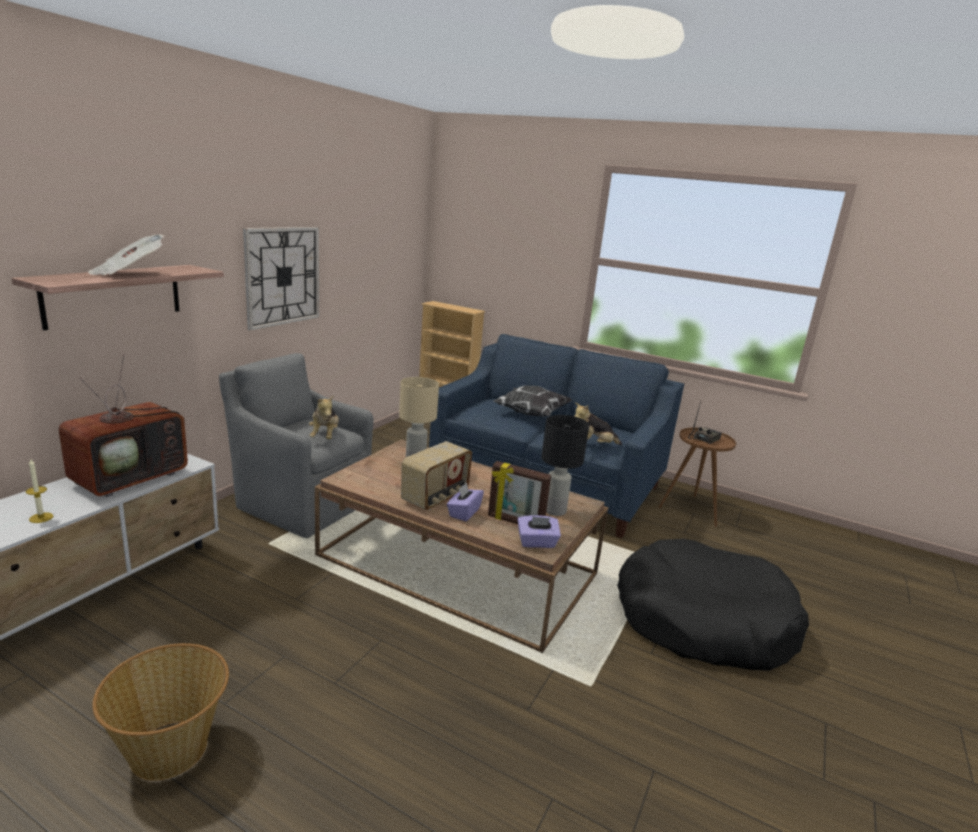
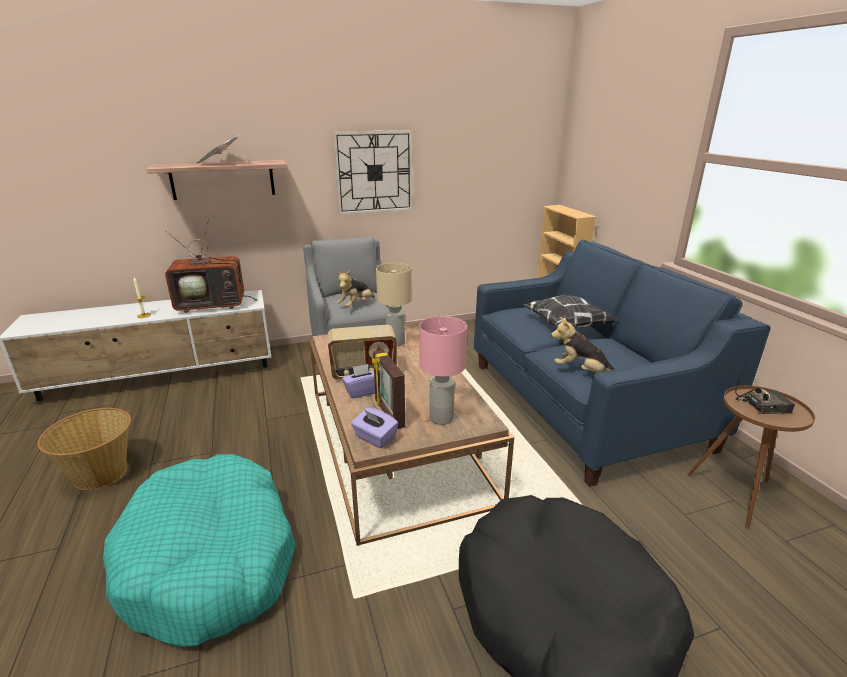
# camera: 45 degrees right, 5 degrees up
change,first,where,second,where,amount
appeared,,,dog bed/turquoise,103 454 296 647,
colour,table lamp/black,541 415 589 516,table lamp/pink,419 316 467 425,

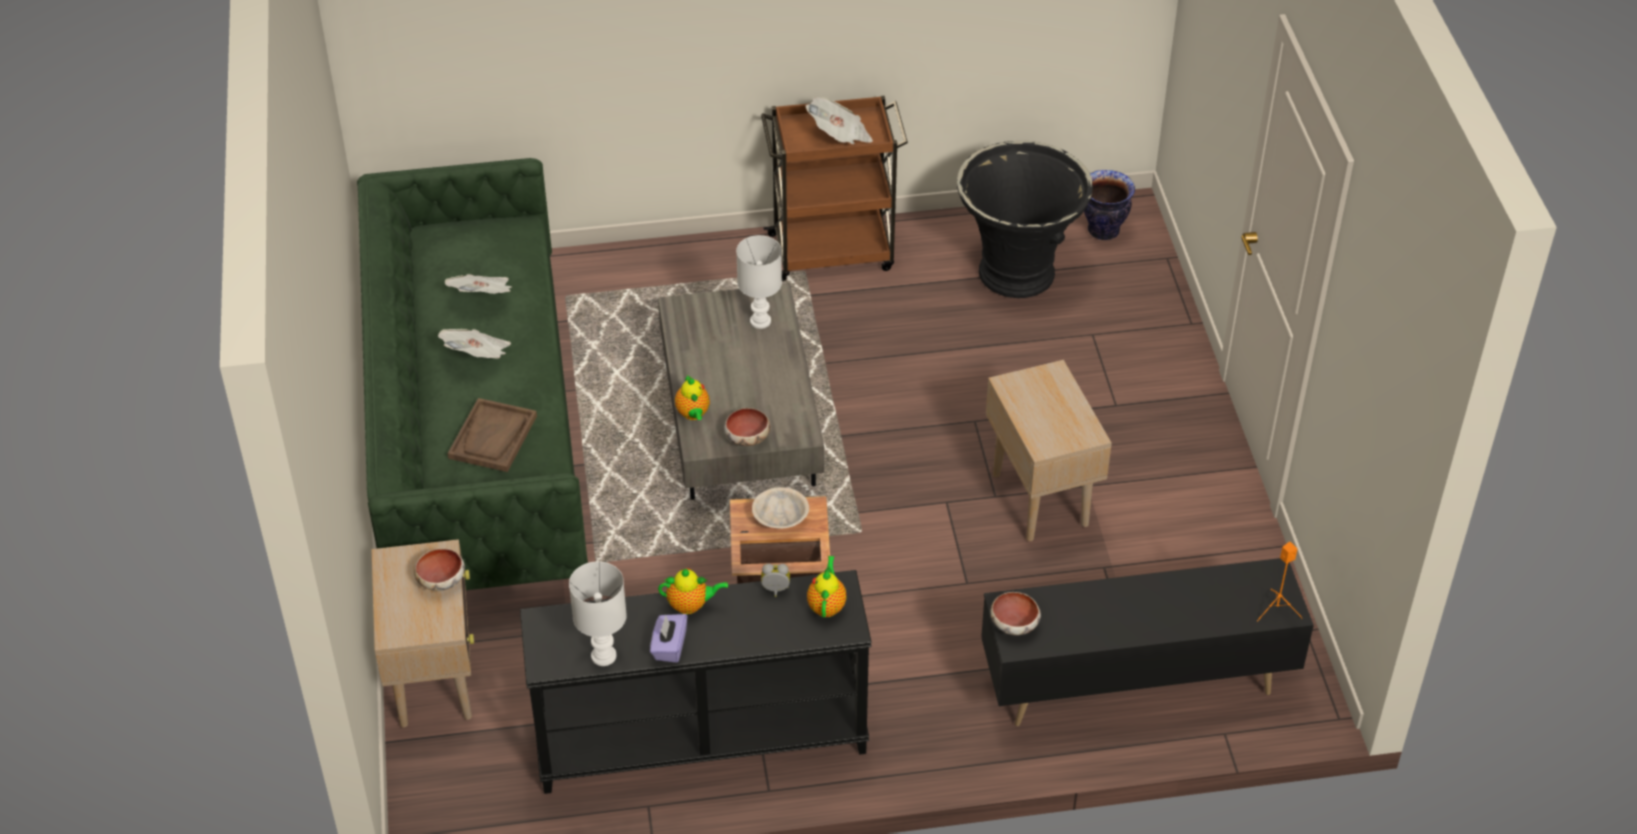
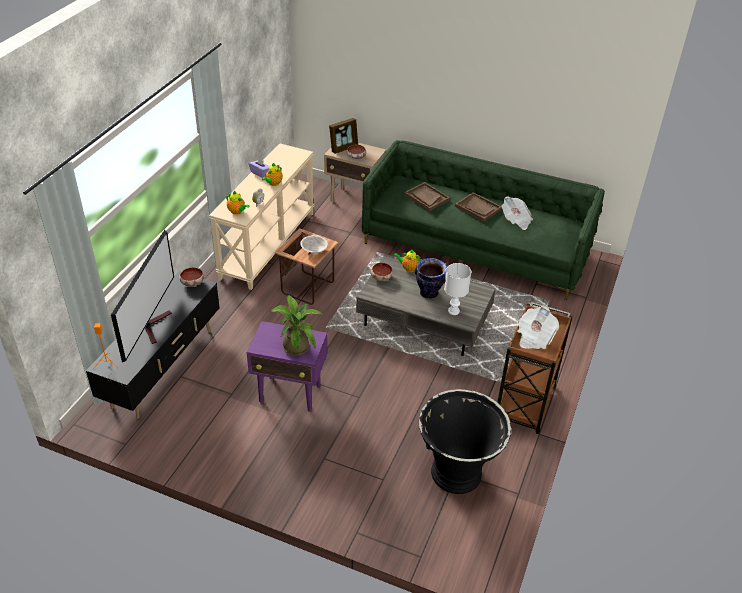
# camera: 120 degrees right, 5 degrees down
change,first,where,second,where,amount
missing,table lamp/white,569 561 627 666,,,
appeared,,,television,111 230 174 362,
appeared,,,potted plant,269 295 323 356,
appeared,,,picture frame,329 118 358 154,
relocated,vase,1084 170 1135 240,,415 258 447 299,
exchanged,newspaper,438 329 511 359,tray/brown,455 192 502 222,
colour,console table/black,520 570 872 794,console table/beige,209 143 314 290,
colour,side table/beige,986 360 1112 541,side table/purple,247 321 327 412,

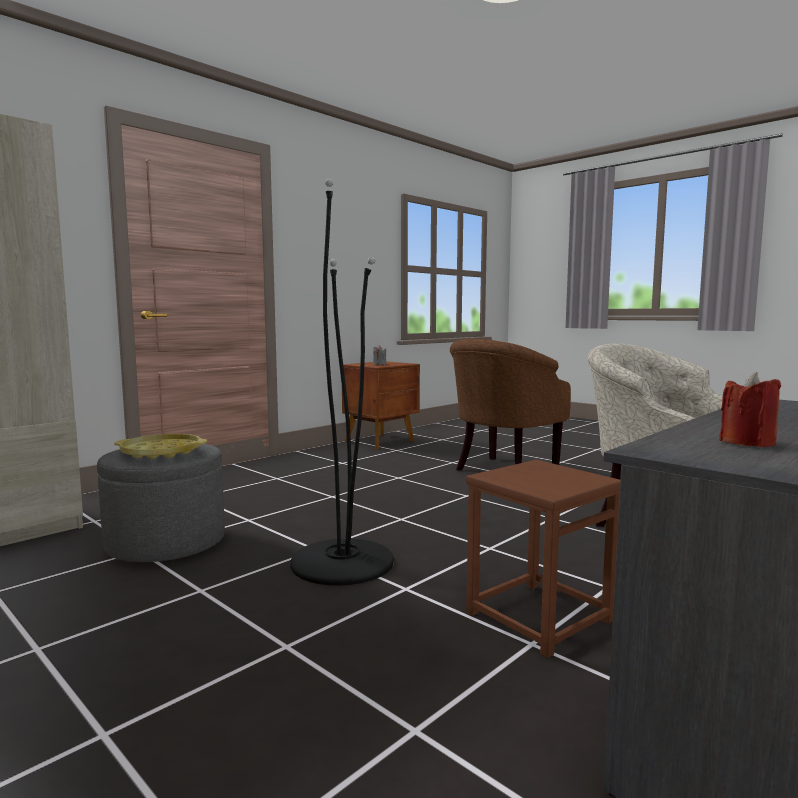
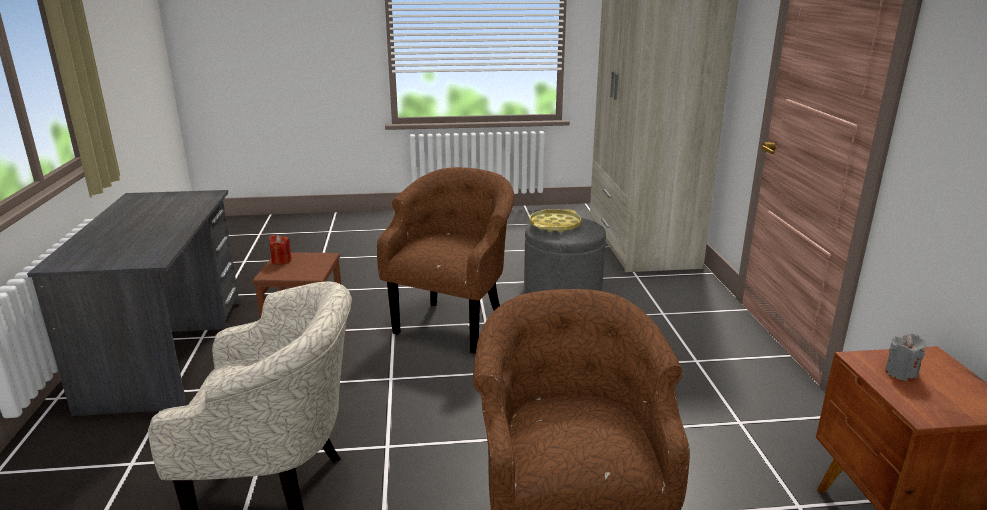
# camera: 130 degrees right, 15 degrees up
change,first,where,second,where,amount
relocated,candle/red,719 372 781 447,,269 235 291 265,
exchanged,floor lamp/black,290 178 394 585,armchair/brown,377 167 514 354,

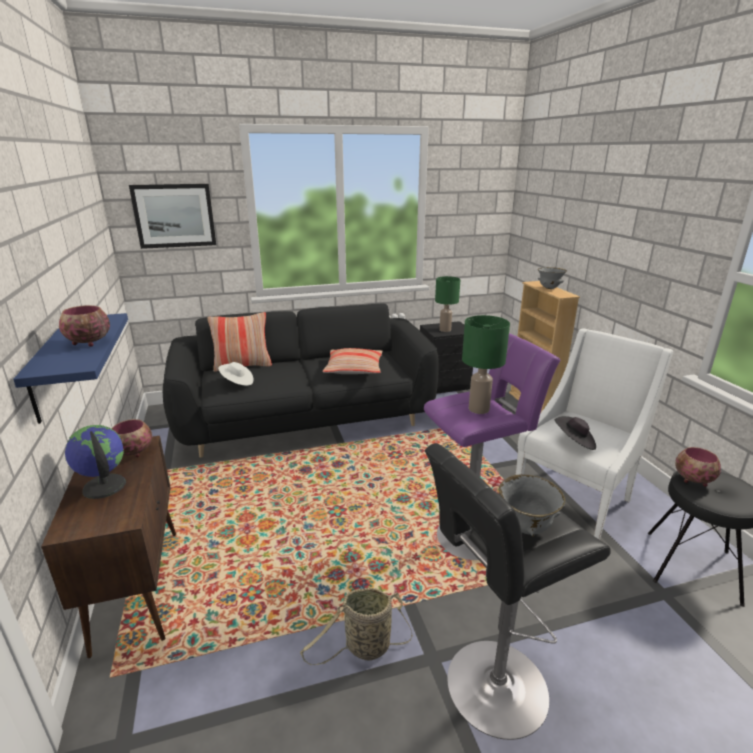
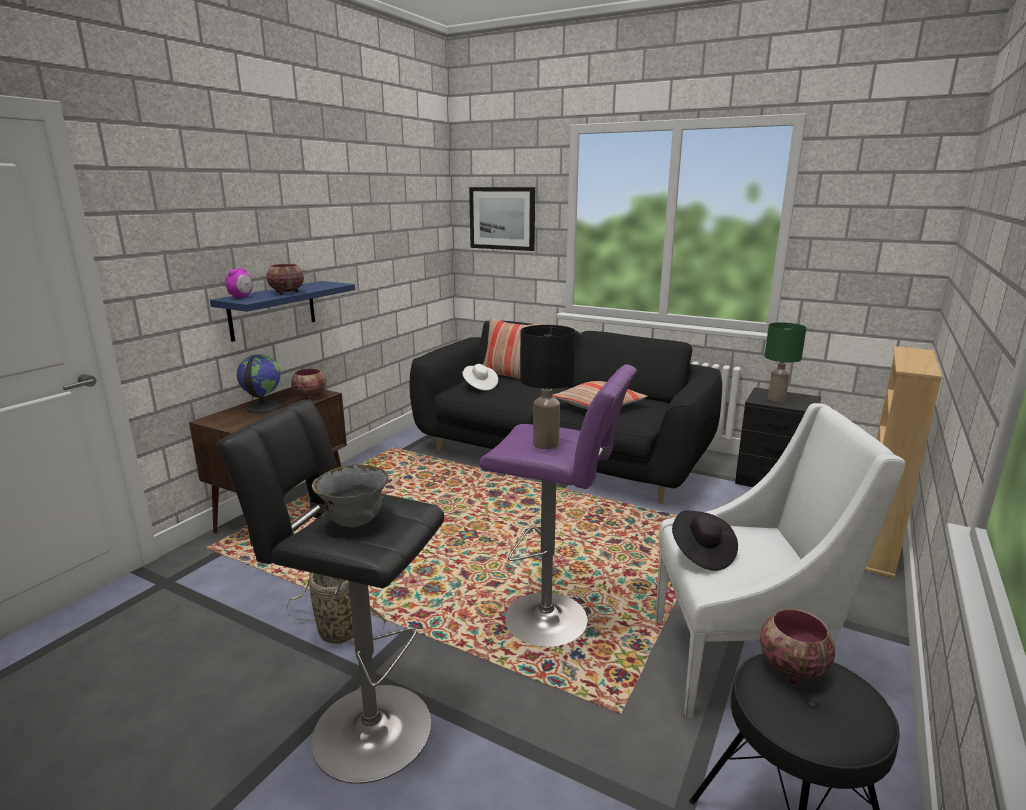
# camera: 45 degrees right, 5 degrees down
change,first,where,second,where,amount
missing,bowl/grey,538 267 567 289,,,
appeared,,,alarm clock,225 268 253 298,
colour,table lamp/green,462 315 510 414,table lamp/black,520 325 576 449,

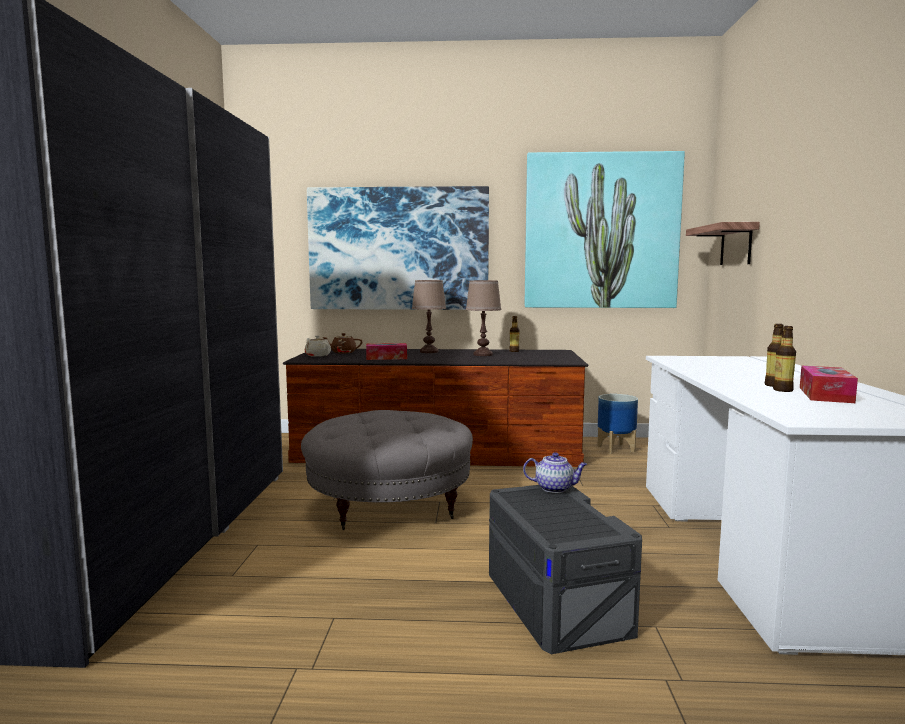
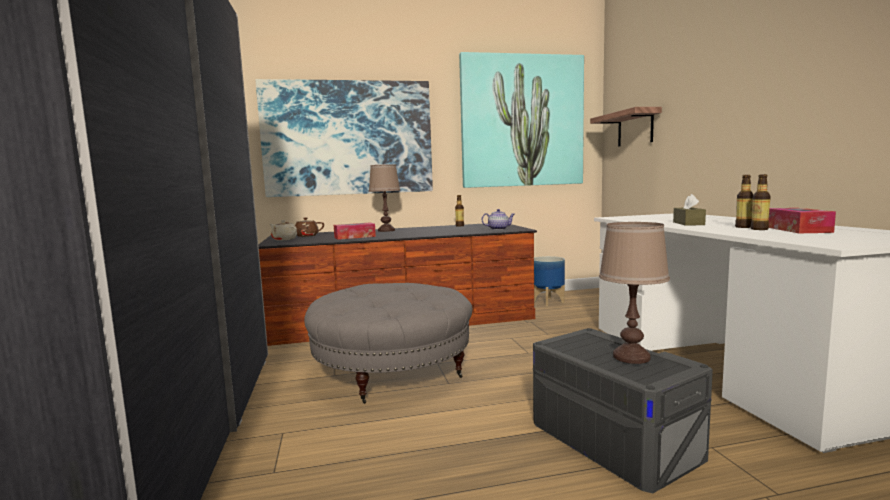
# camera: 15 degrees left, 0 degrees up
change,first,where,second,where,amount
appeared,,,tissue box/brown,673 194 706 226,
relocated,table lamp/brown,466 280 501 356,,599 222 670 364,
relocated,teapot,523 452 587 493,,482 209 514 230,

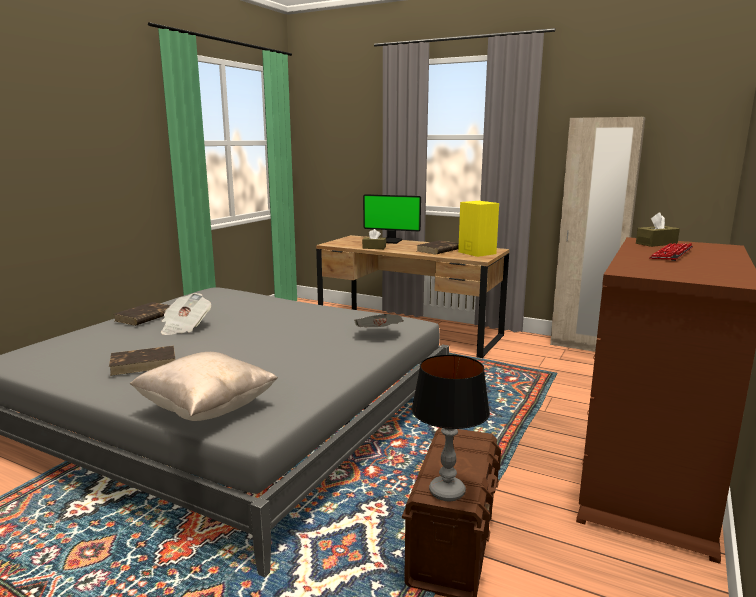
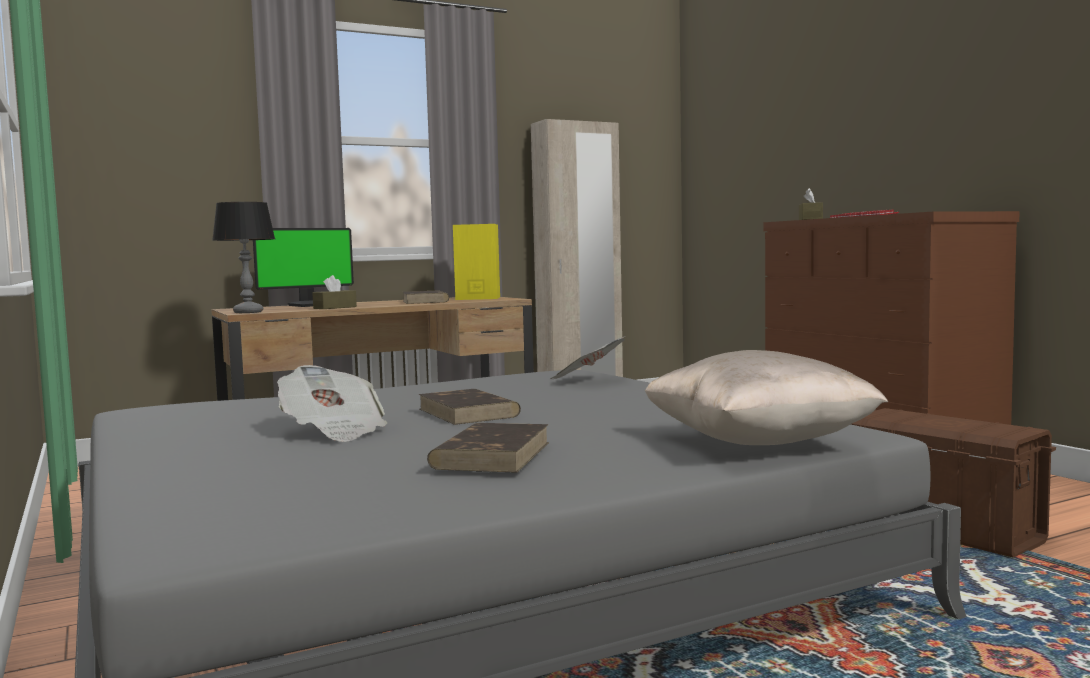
# camera: 55 degrees left, 10 degrees down
change,first,where,second,where,amount
relocated,book/brown,114 302 170 326,,418 389 521 425,
relocated,table lamp,411 355 490 501,,213 202 275 313,

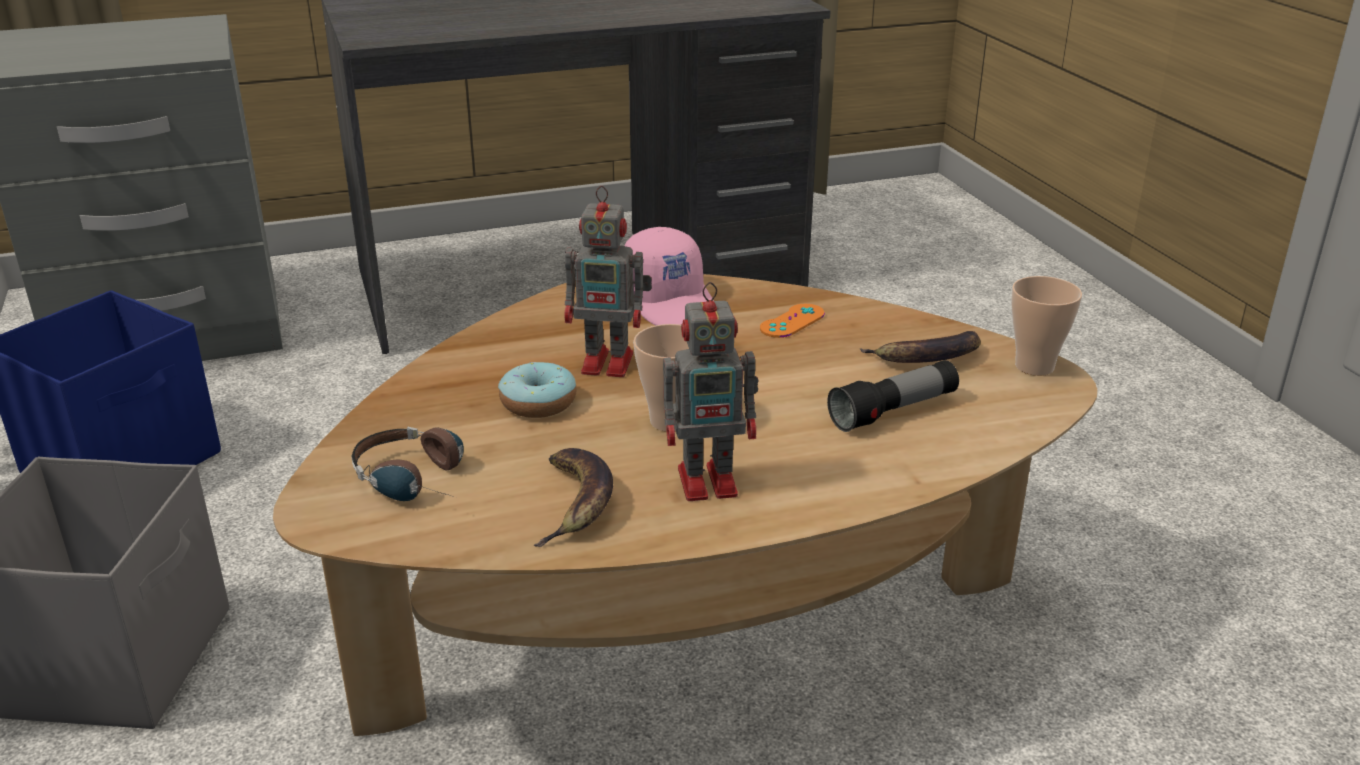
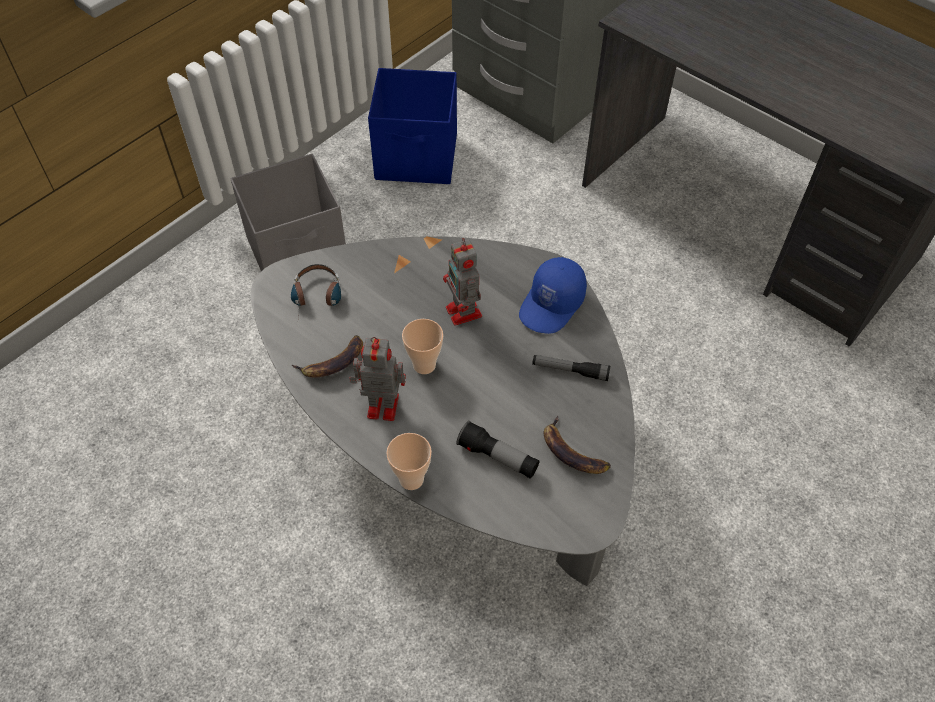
# camera: 60 degrees right, 25 degrees up
change,first,where,second,where,amount
missing,donut,498 362 577 418,,,
relocated,cup,1011 276 1082 376,,386 433 432 490,
exchanged,game controller/orange,760 304 825 338,flashlight,532 355 610 381,
colour,coffee table/brown,273 274 1097 736,coffee table/grey,251 236 635 586,
colour,cap/pink,624 227 714 325,cap/blue,519 257 587 334,
spun,toy robot,663 282 759 501,,349 337 406 421,135 degrees clockwise

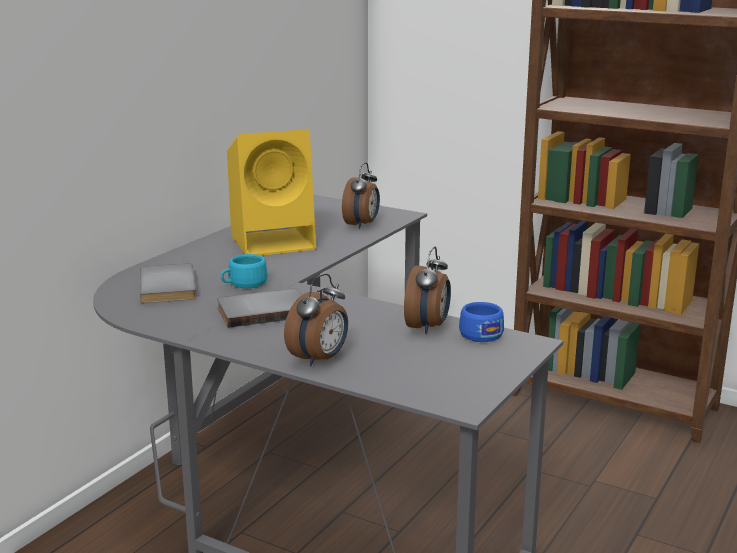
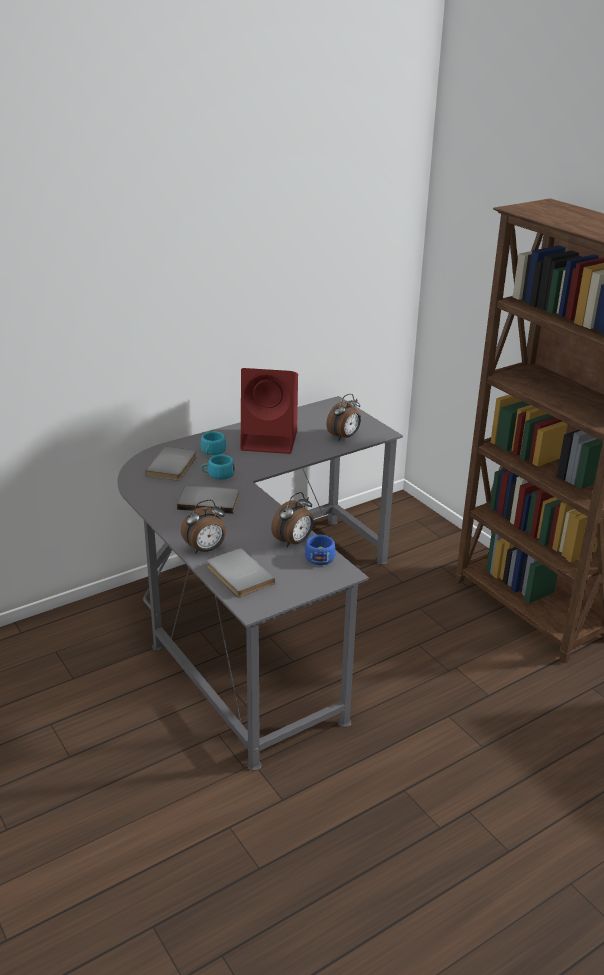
# camera: 25 degrees right, 10 degrees up
change,first,where,second,where,amount
appeared,,,cup/turquoise,201 431 226 455,
appeared,,,book/grey,207 548 275 598,
colour,speaker/yellow,227 129 316 256,speaker/red,241 368 298 454,

